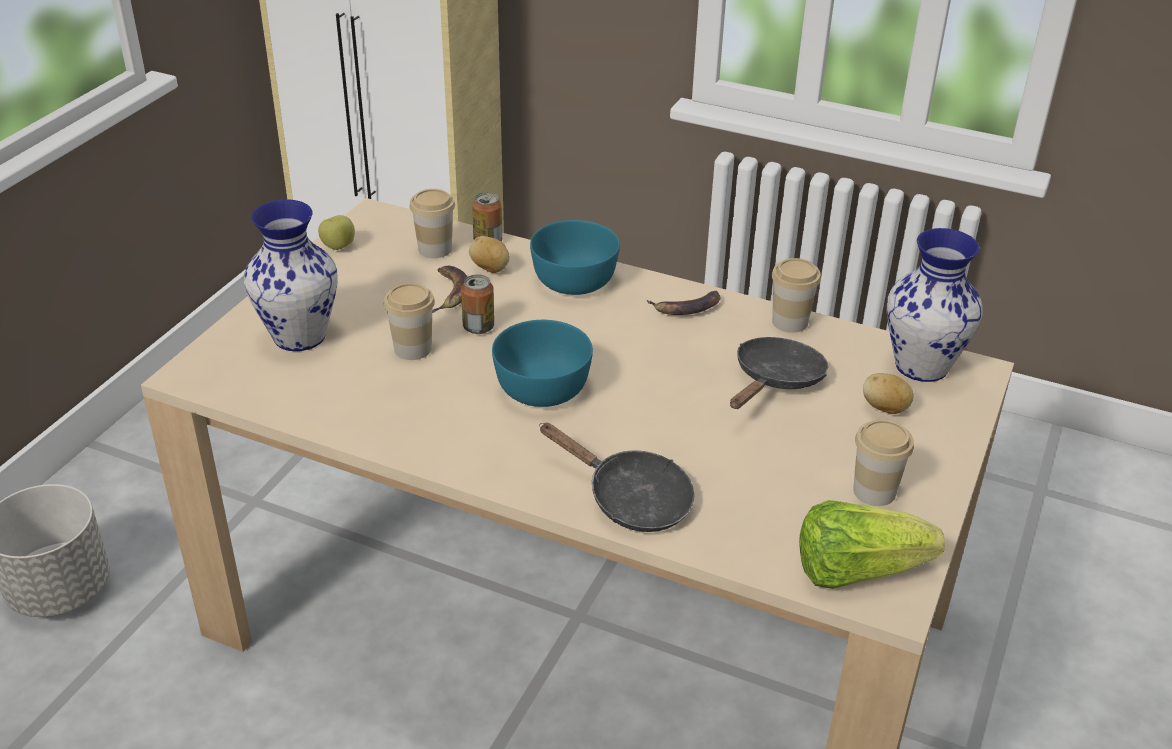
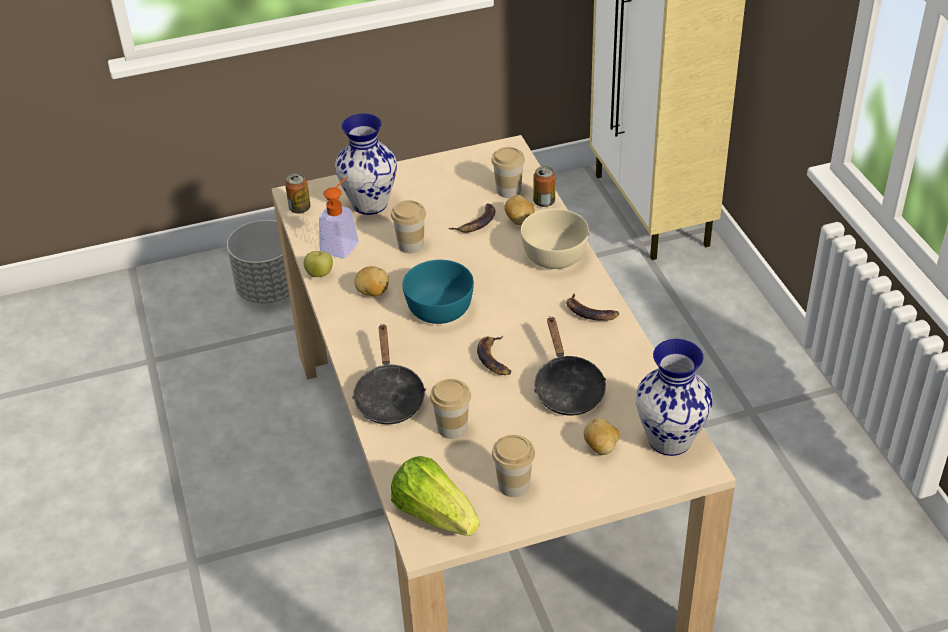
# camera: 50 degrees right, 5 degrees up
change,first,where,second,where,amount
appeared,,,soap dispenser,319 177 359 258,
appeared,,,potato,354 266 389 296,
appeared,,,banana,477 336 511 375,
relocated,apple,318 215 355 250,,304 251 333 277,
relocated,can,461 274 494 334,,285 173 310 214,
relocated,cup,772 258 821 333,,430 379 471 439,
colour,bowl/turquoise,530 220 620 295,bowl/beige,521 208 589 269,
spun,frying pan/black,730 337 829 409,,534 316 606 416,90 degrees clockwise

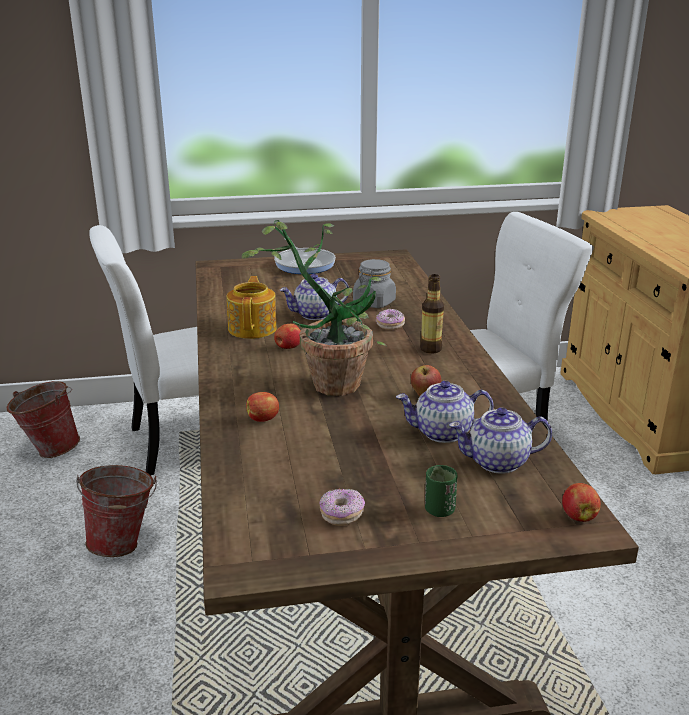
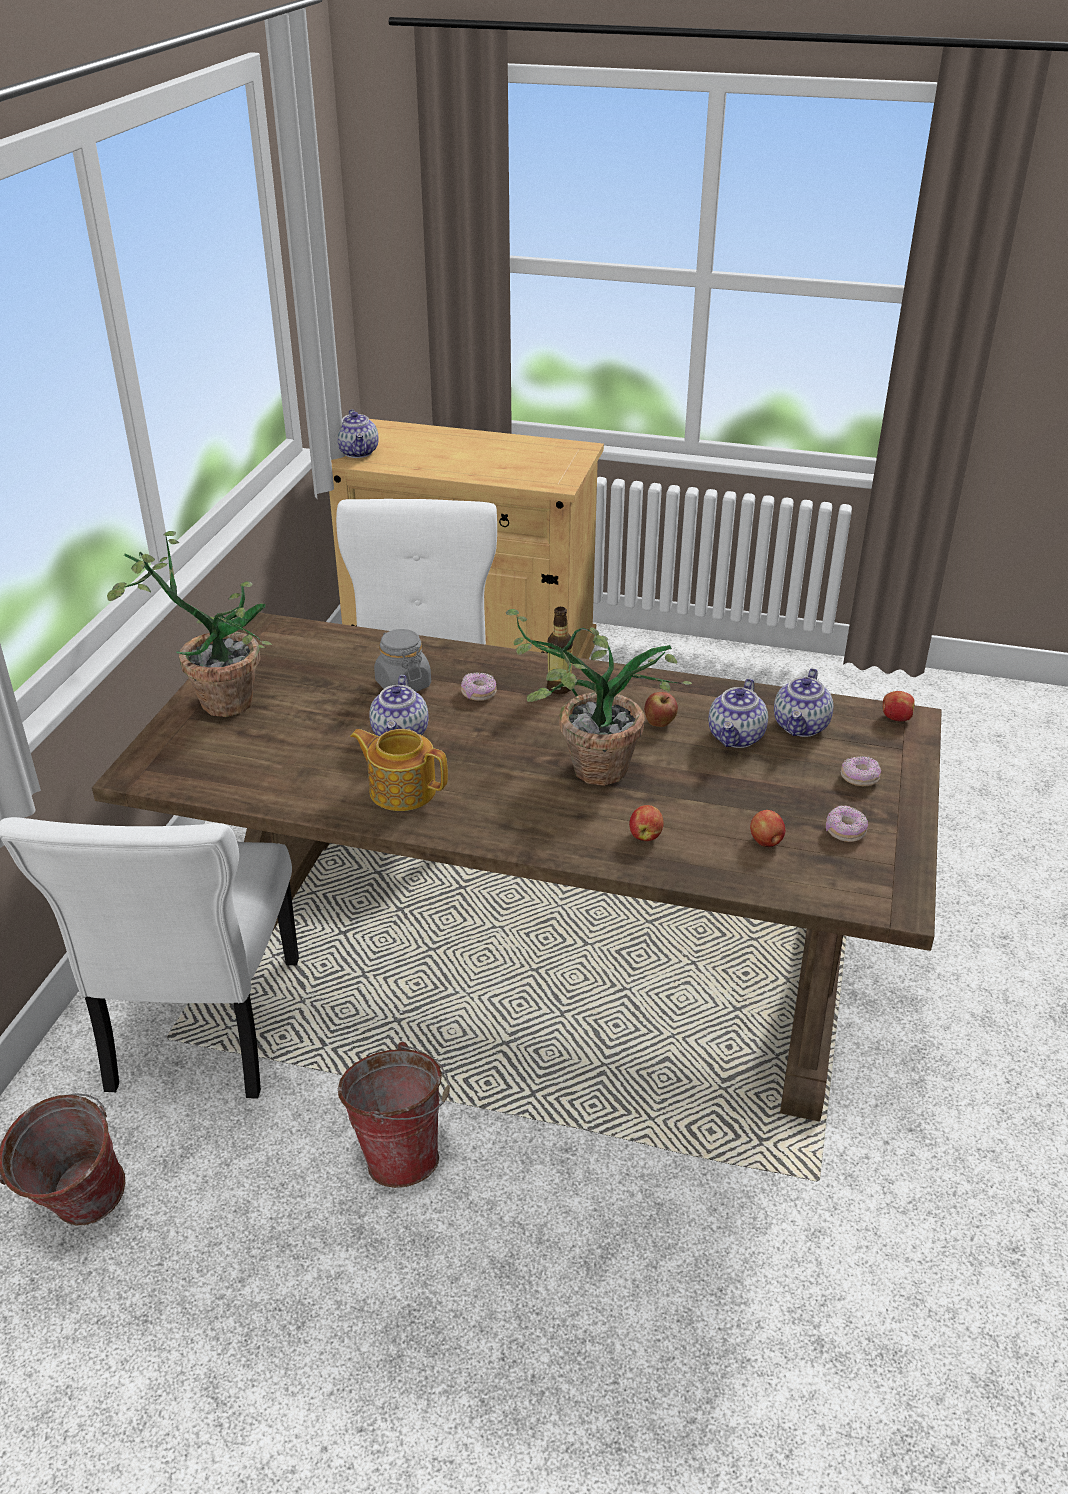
# camera: 65 degrees left, 10 degrees up
change,first,where,second,where,amount
appeared,,,teapot,338 409 379 458,
relocated,apple,274 324 301 349,,750 810 785 847,
exchanged,frying pan,274 239 336 274,potted plant,107 531 272 717,
exchanged,cup/green,425 465 457 517,donut,841 756 881 786,

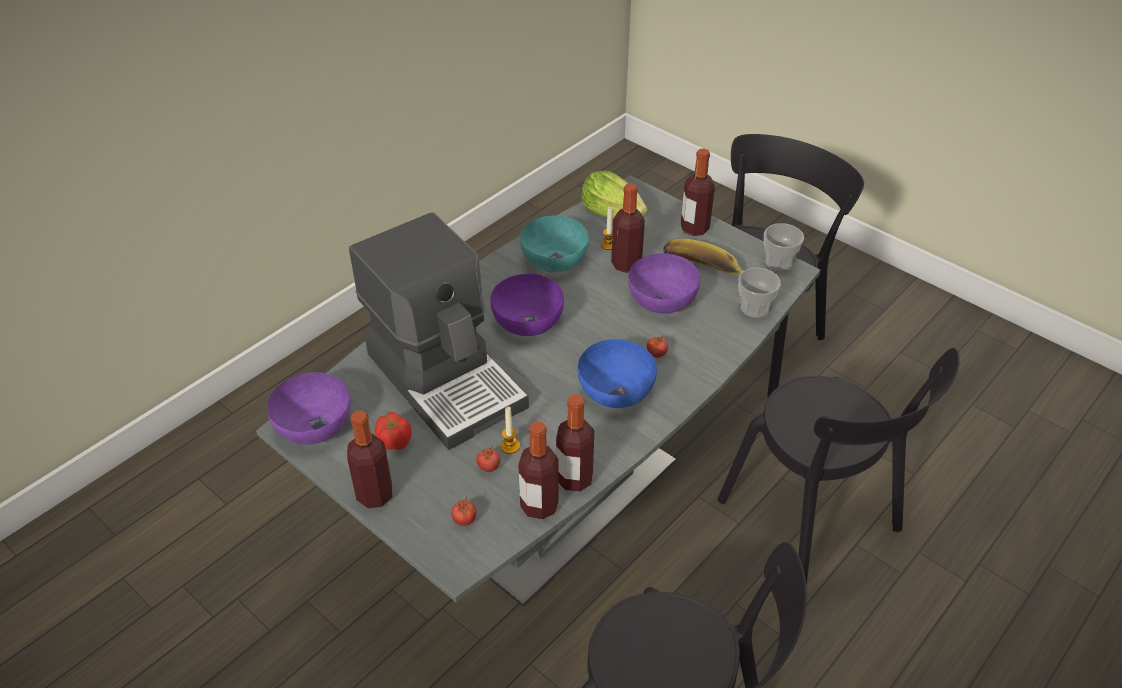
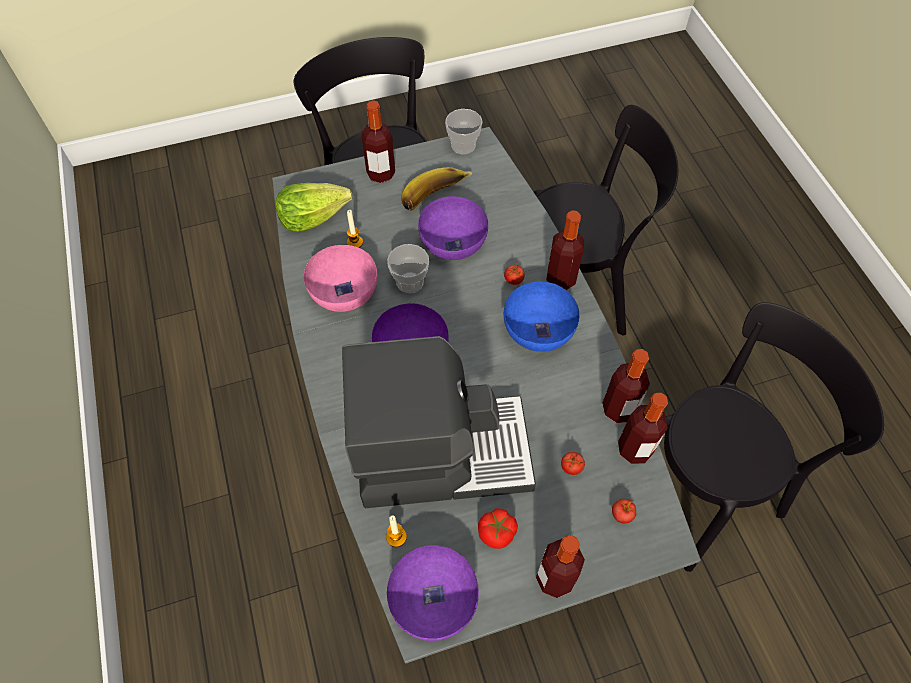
# camera: 60 degrees left, 15 degrees up
change,first,where,second,where,amount
relocated,candle,500 407 520 454,,386 515 407 547,
relocated,bottle,611 183 645 273,,546 210 584 290,
relocated,cup,738 267 781 318,,387 244 429 293,
colour,bowl/turquoise,520 216 589 272,bowl/pink,304 245 378 312,

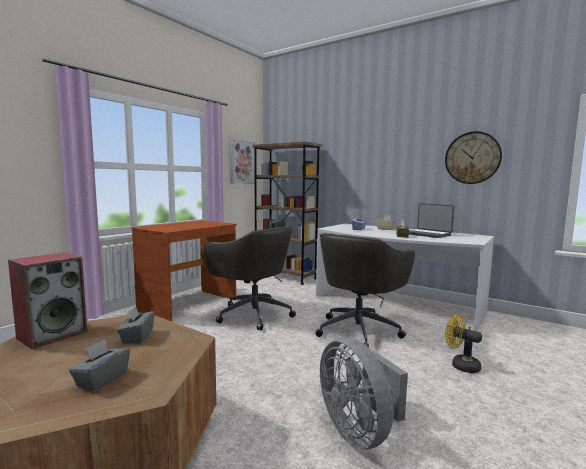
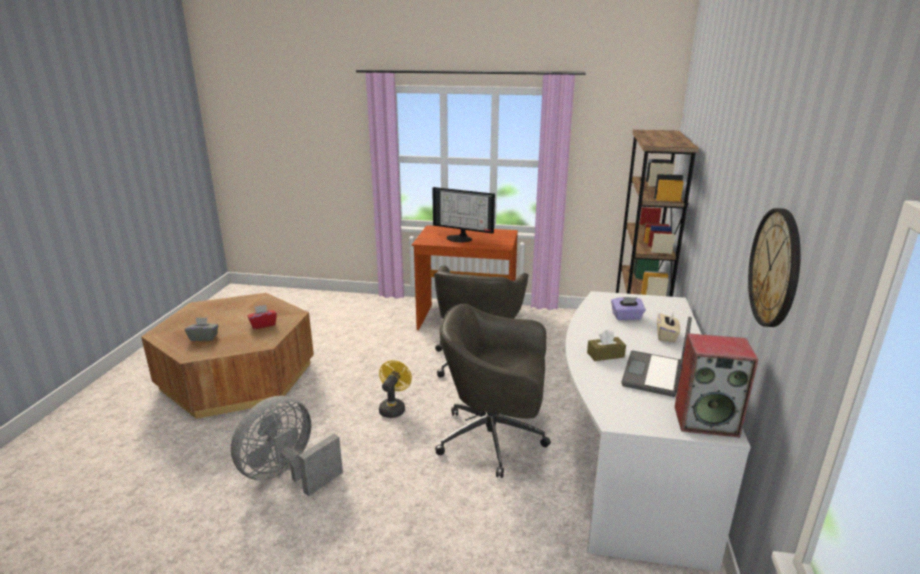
# camera: 65 degrees right, 15 degrees up
change,first,where,second,where,amount
missing,picture,230 139 256 184,,,
appeared,,,monitor,432 187 495 242,
relocated,speaker,8 252 87 349,,675 333 759 437,
relocated,fan/yellow,445 315 482 373,,379 360 412 418,
colour,tissue box/grey,117 306 155 343,tissue box/red,247 305 277 329,

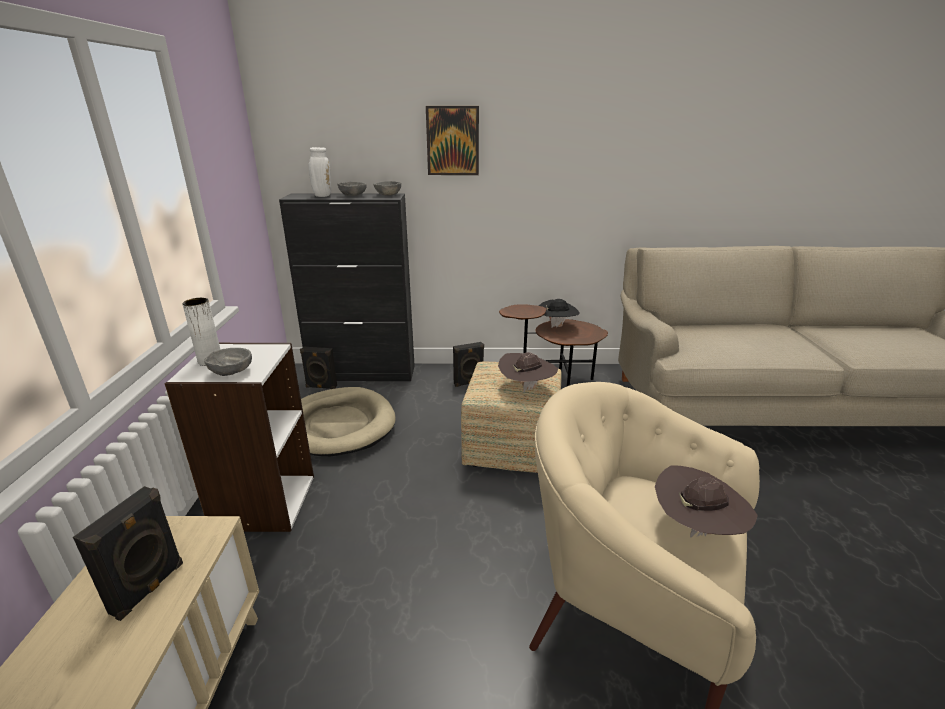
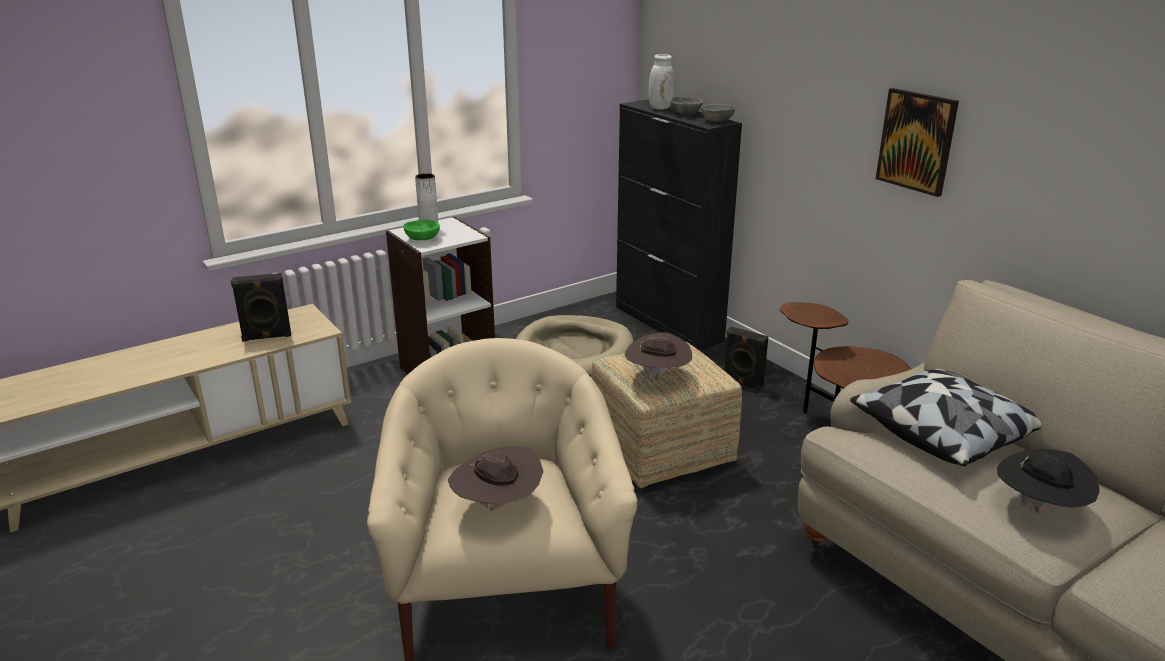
# camera: 55 degrees right, 0 degrees up
change,first,where,second,where,amount
missing,speaker/black,300 347 337 389,,,
appeared,,,pillow,850 369 1042 466,
relocated,picture,426 106 479 175,,876 88 959 197,
relocated,hat/black,539 299 580 328,,997 449 1100 513,
colour,bowl/grey,204 348 252 376,bowl/green,403 219 440 240,

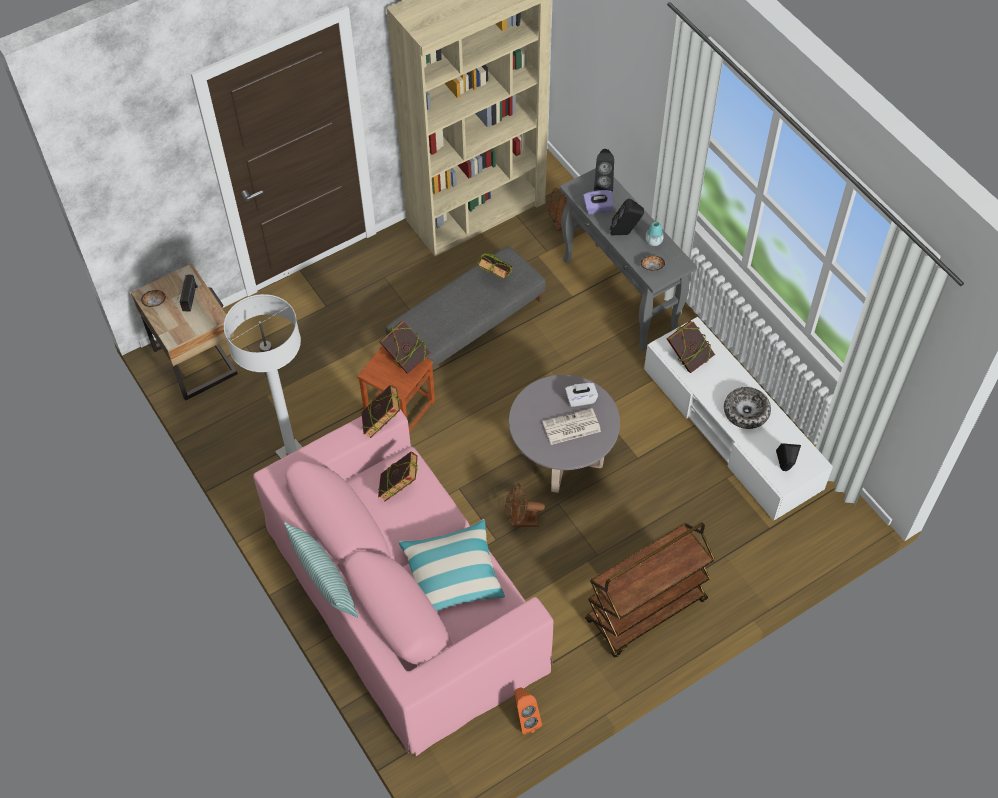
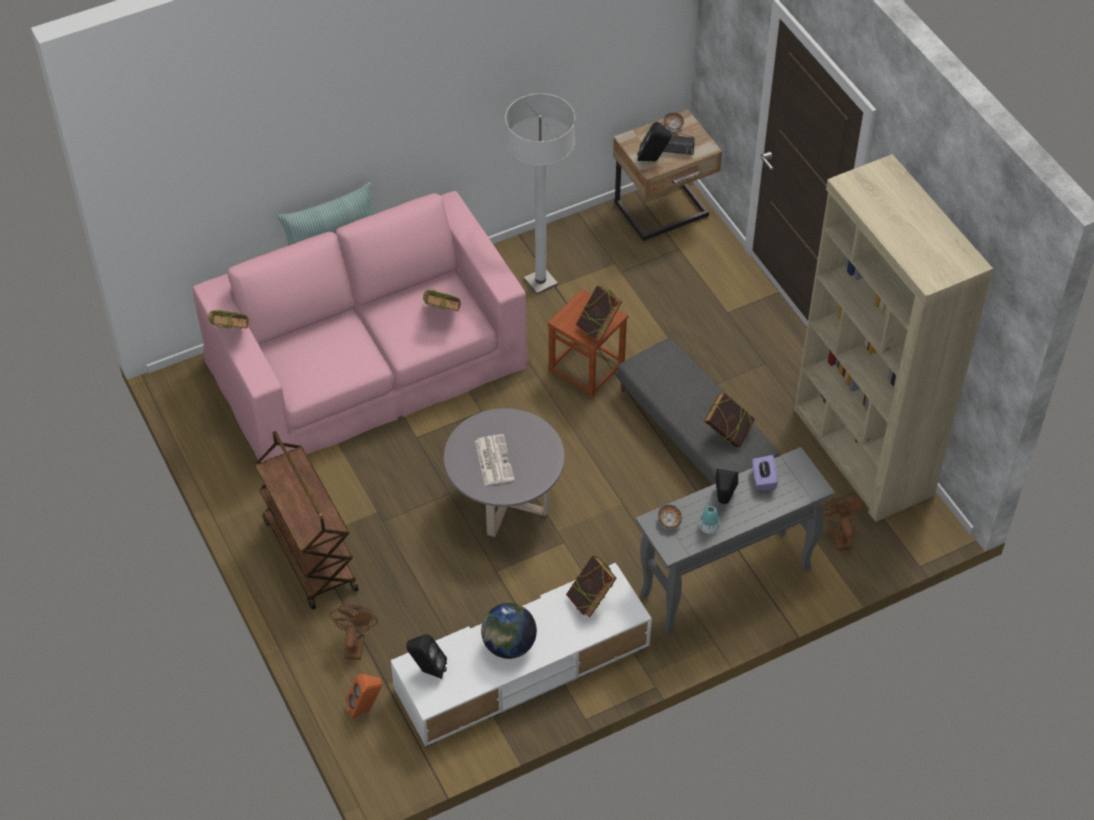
# camera: 95 degrees right, 5 degrees down
change,first,where,second,where,amount
missing,pillow,399 519 505 611,,,
missing,tissue box/white,565 383 598 407,,,
relocated,book,361 385 400 438,,209 310 249 329,
relocated,fan/brown,505 483 545 527,,330 604 378 660,
relocated,speaker/orange,514 687 542 735,,346 674 382 719,
relocated,speaker/black,594 149 614 192,,637 122 671 161,
exchanged,bowl,724 387 771 429,globe,481 603 537 659,

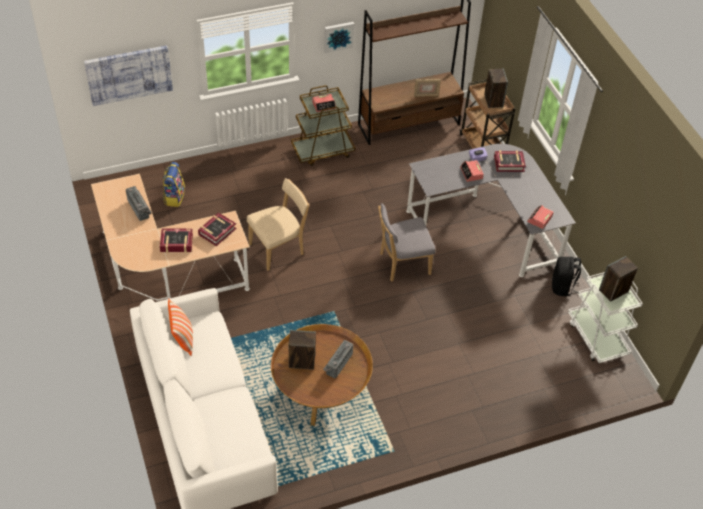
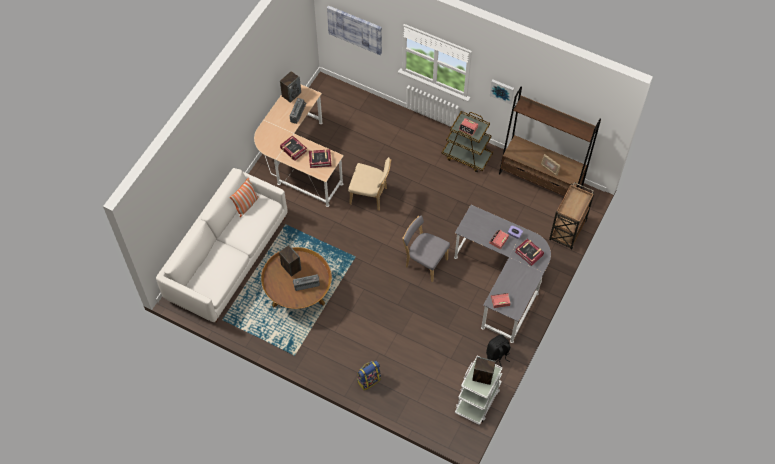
# camera: 50 degrees right, 10 degrees up
change,first,where,second,where,amount
relocated,backpack,163 162 185 207,,357 361 381 390,
relocated,speaker,484 68 508 108,,280 71 301 103,

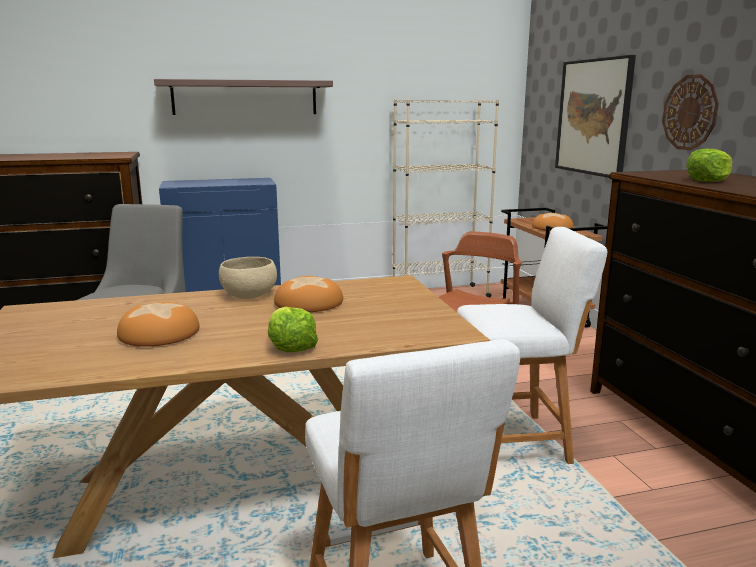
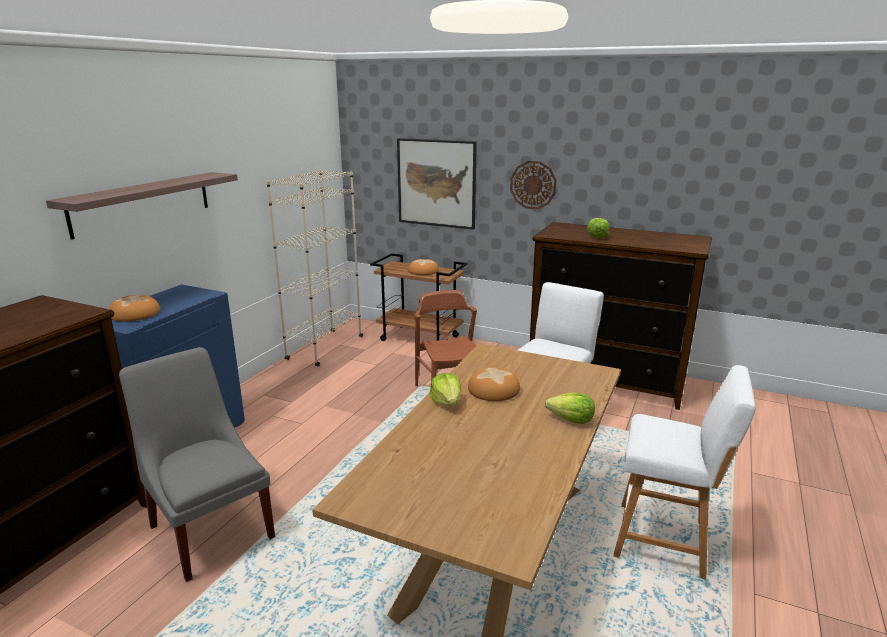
# camera: 50 degrees left, 5 degrees up
change,first,where,second,where,amount
relocated,bread,117 302 200 347,,109 295 160 322,
exchanged,bowl/beige,219 257 277 299,lettuce,429 373 462 406,

